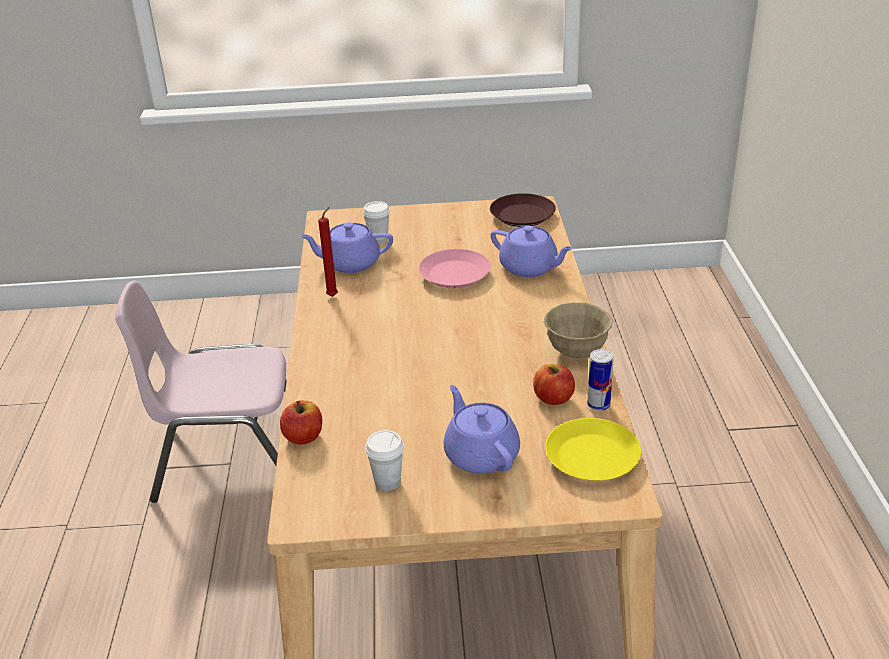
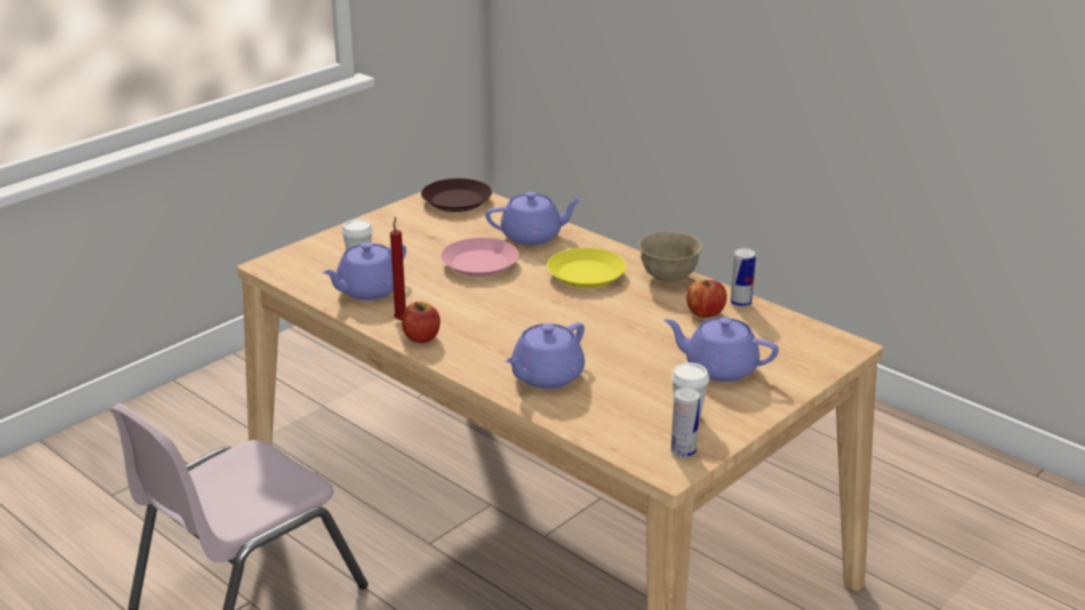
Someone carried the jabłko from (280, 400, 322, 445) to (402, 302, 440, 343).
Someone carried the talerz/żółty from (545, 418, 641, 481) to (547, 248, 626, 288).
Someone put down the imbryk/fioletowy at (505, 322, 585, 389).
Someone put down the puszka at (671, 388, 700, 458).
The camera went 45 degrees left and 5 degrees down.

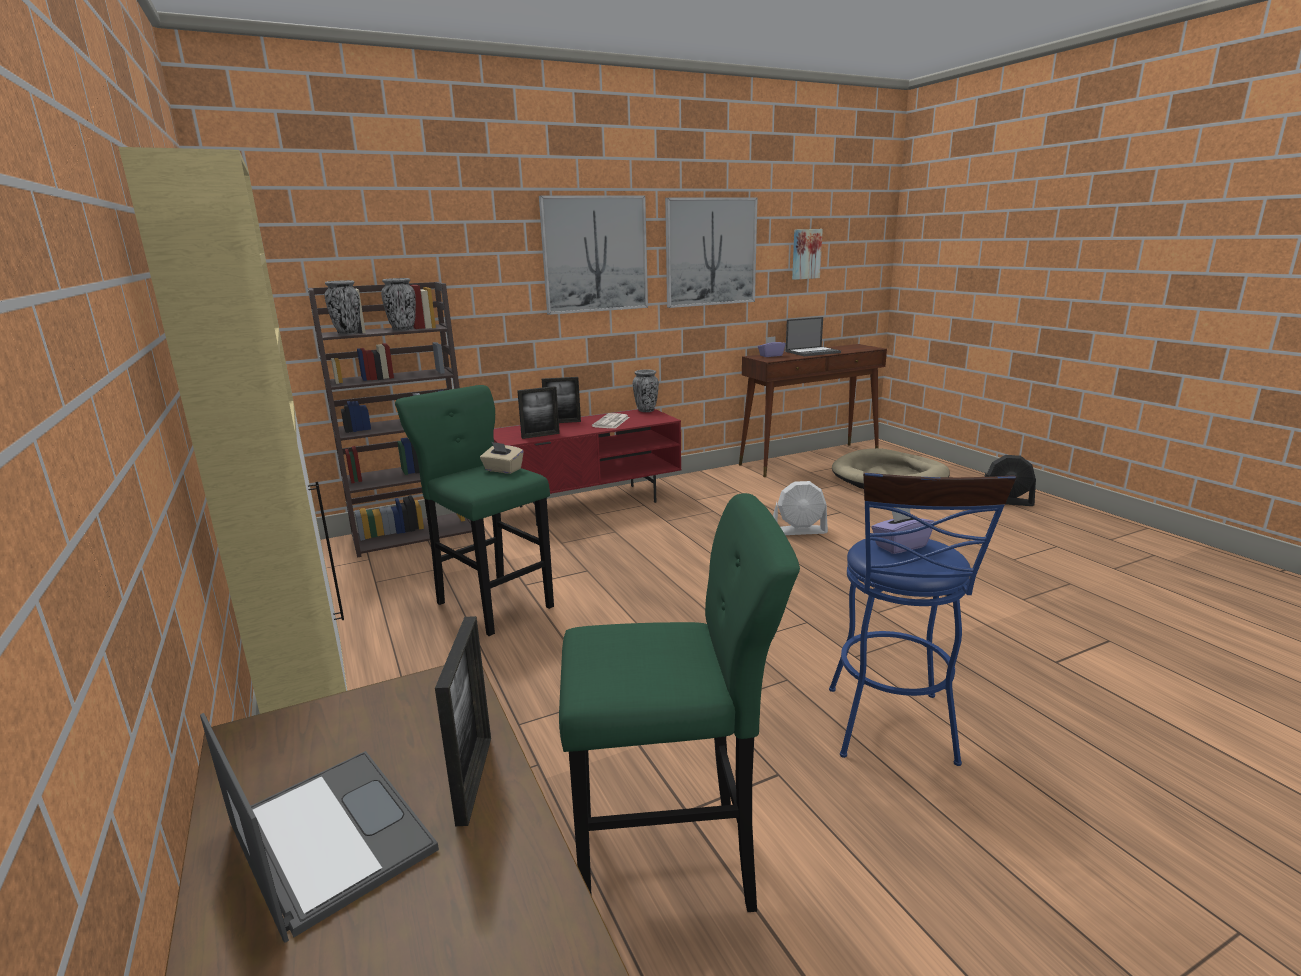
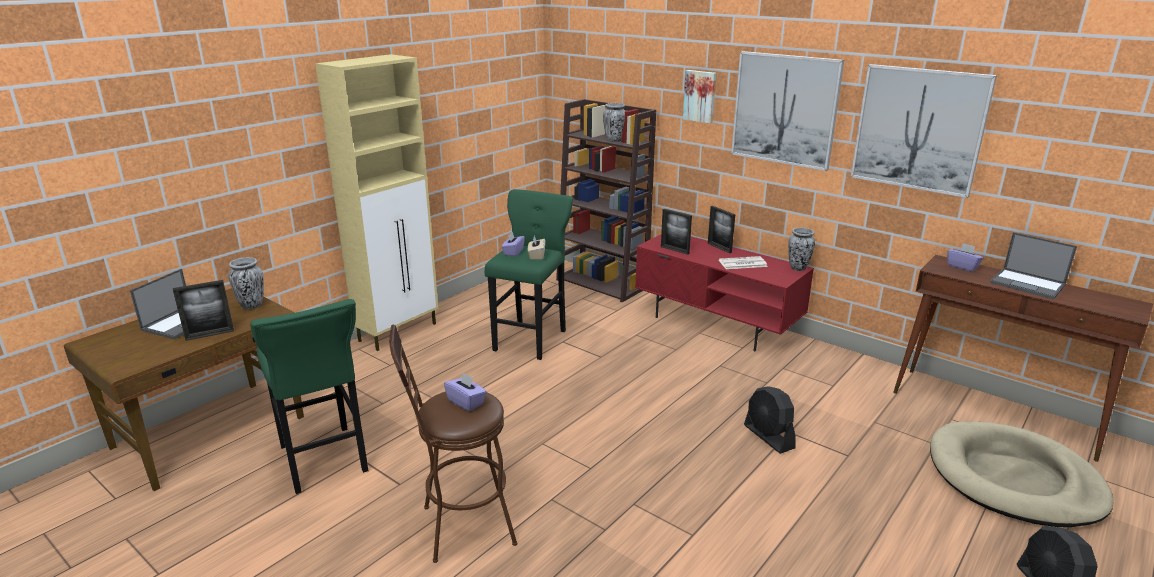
Someone carried the obraz from (792, 229, 823, 280) to (683, 70, 716, 124).
Someone carried the wazon from (324, 280, 360, 335) to (228, 257, 264, 310).
Someone repainted the stołek/niebieski at (829, 472, 1016, 766), which became the stołek/brązowy at (390, 325, 517, 563).
Someone repainted the wentylator/biały at (773, 481, 828, 535), which became the wentylator/czarny at (744, 386, 796, 454).
Someone put down the pudełko chusteczek/fioletowy at (501, 231, 525, 256).
The camera went 65 degrees right and 5 degrees up.

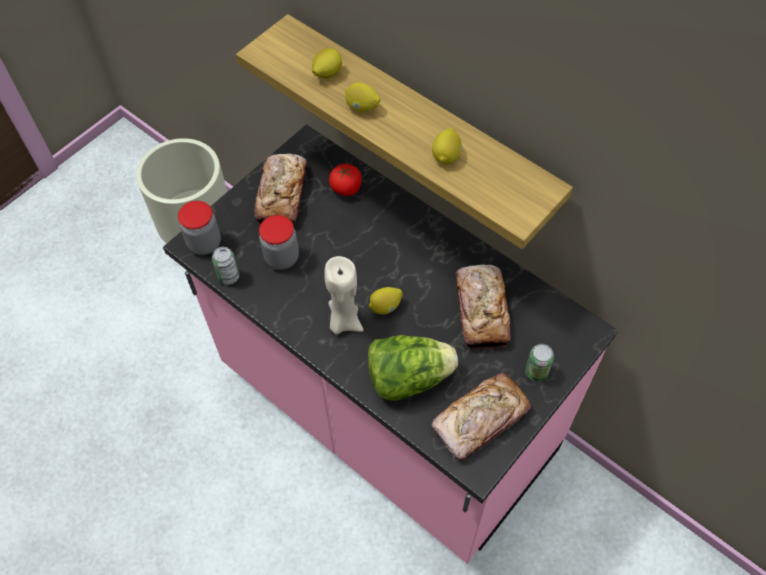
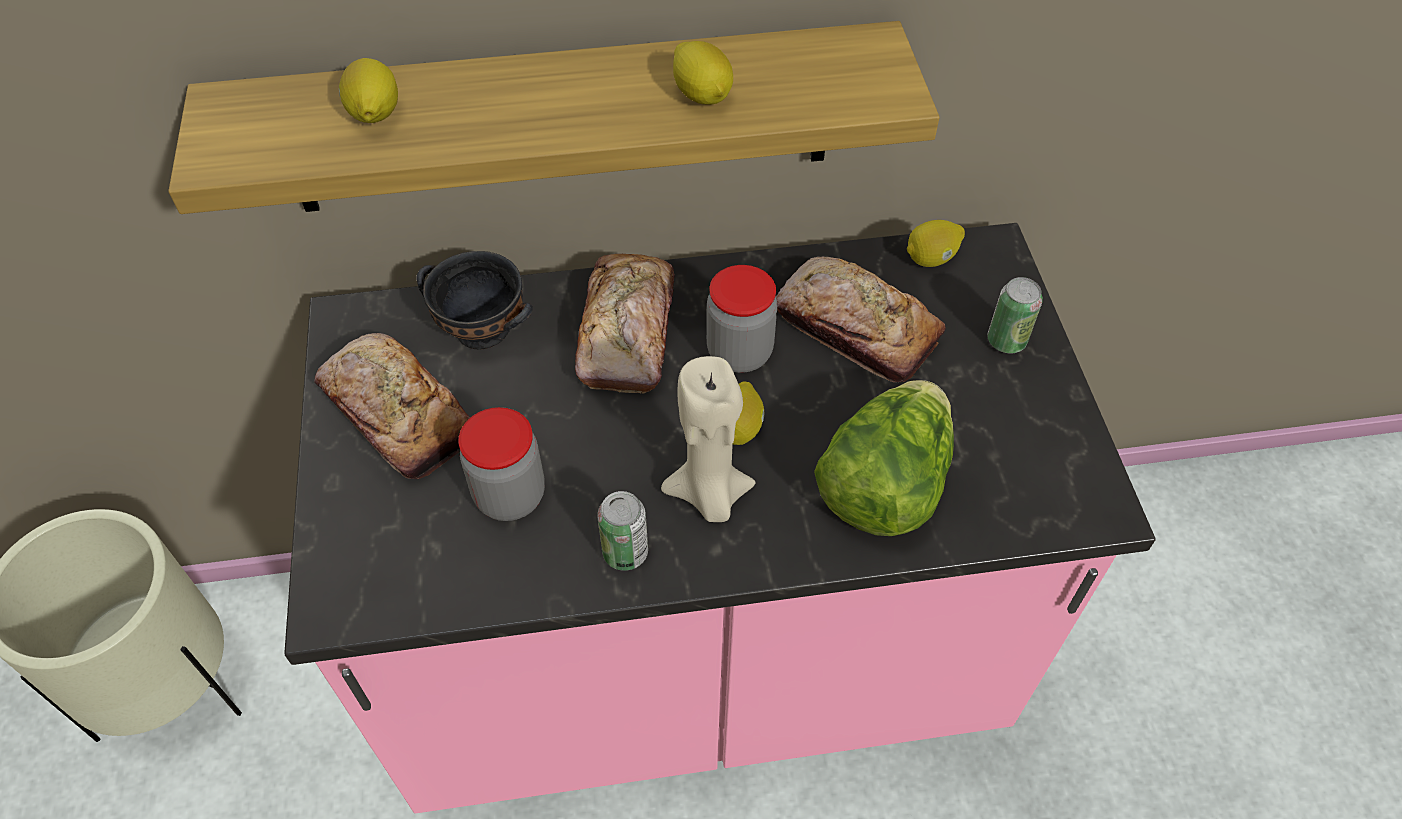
Someone carried the cytryna from (345, 83, 381, 112) to (907, 220, 965, 267).
Someone swapped the pomidor at (329, 164, 361, 196) for the miska/czarny at (416, 251, 533, 349).
Someone carried the słoik from (178, 201, 221, 255) to (707, 265, 777, 373).
Someone carried the puszka from (212, 247, 240, 285) to (597, 491, 648, 571).
Someone carried the chleb from (432, 373, 531, 460) to (575, 254, 675, 393).
The camera went 50 degrees left and 5 degrees down.

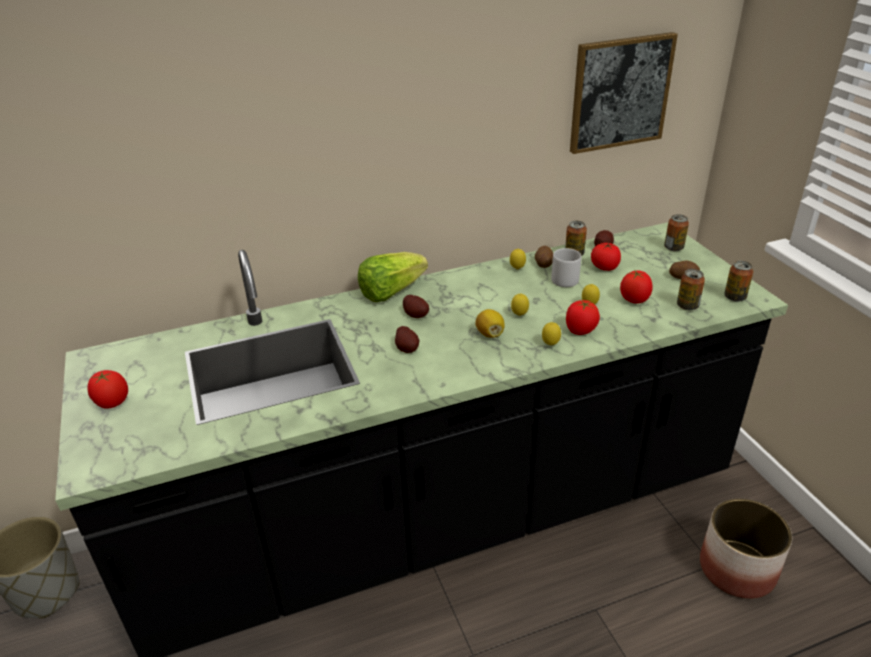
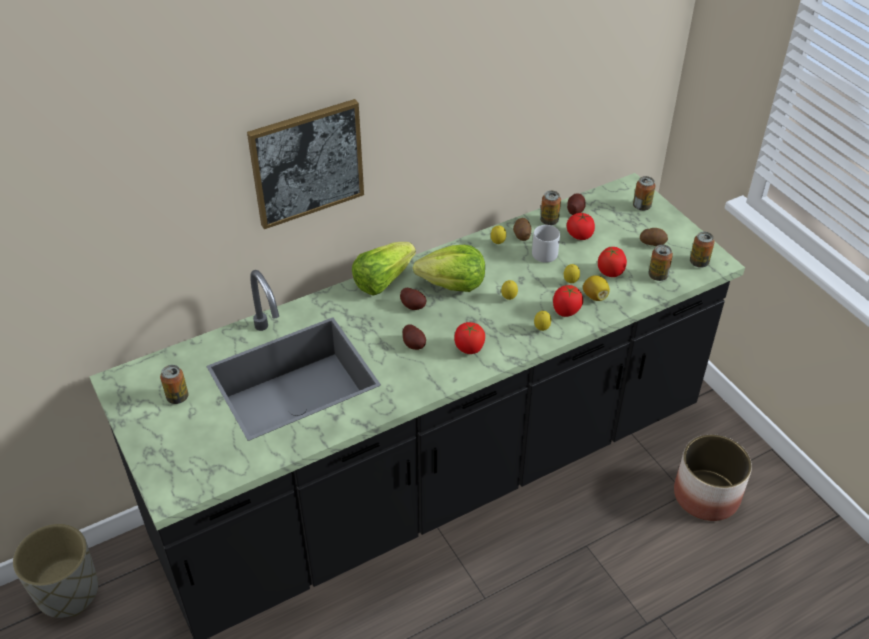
Someone carried the obraz from (570, 32, 678, 154) to (247, 99, 364, 229).
Someone carried the cytryna from (475, 309, 505, 338) to (583, 275, 610, 301).
Someone carried the pomidor from (87, 370, 128, 409) to (454, 322, 485, 354).
Someone put down the sałata at (413, 245, 485, 292).
Someone put down the puszka at (160, 365, 188, 404).
The camera went 10 degrees left and 10 degrees up.

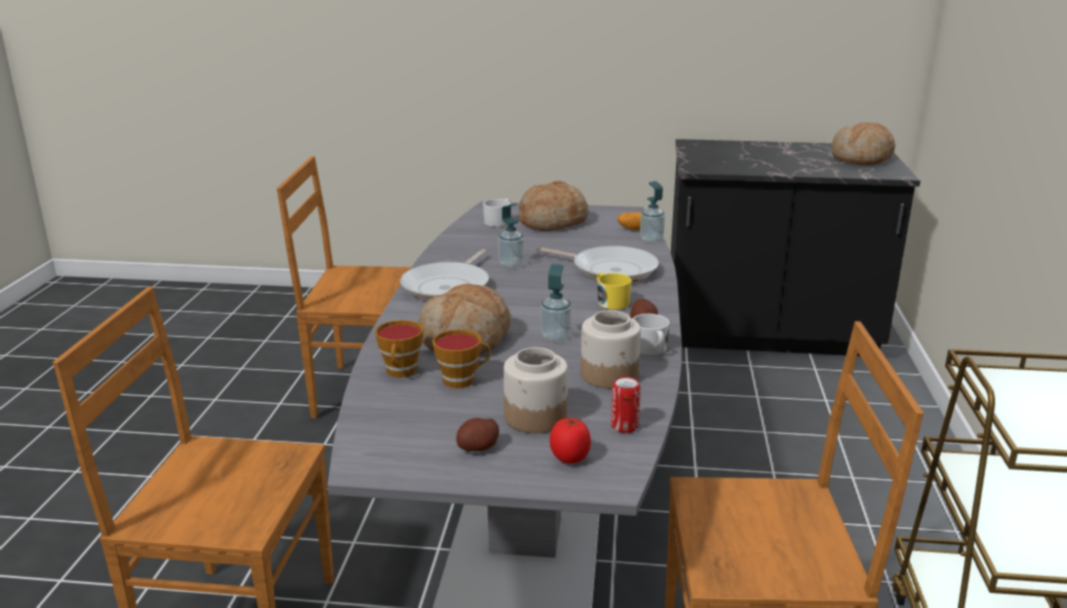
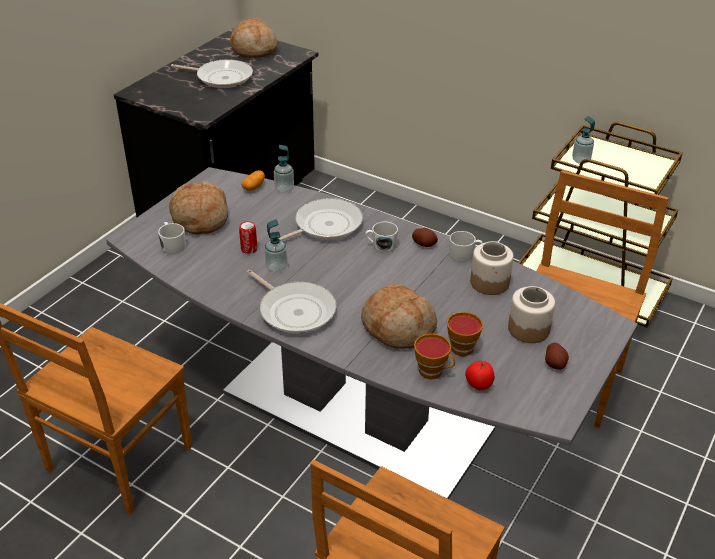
Someone carried the dozownik mydła from (541, 264, 571, 342) to (572, 116, 595, 164).
Someone repainted the kubek/żółty at (597, 273, 632, 310), which became the kubek/biały at (365, 222, 398, 252).
Someone carried the puszka from (611, 377, 641, 433) to (239, 221, 257, 254).
Someone carried the pomidor from (550, 418, 591, 464) to (466, 360, 495, 390).
Someone put down the patelnia at (171, 59, 253, 88).
The camera went 65 degrees left and 15 degrees up.

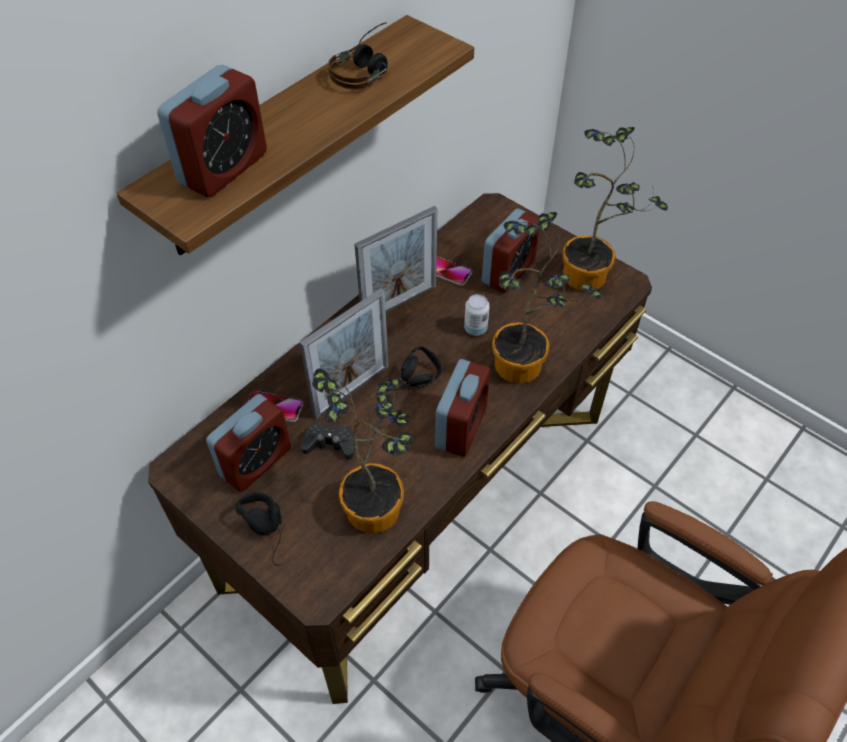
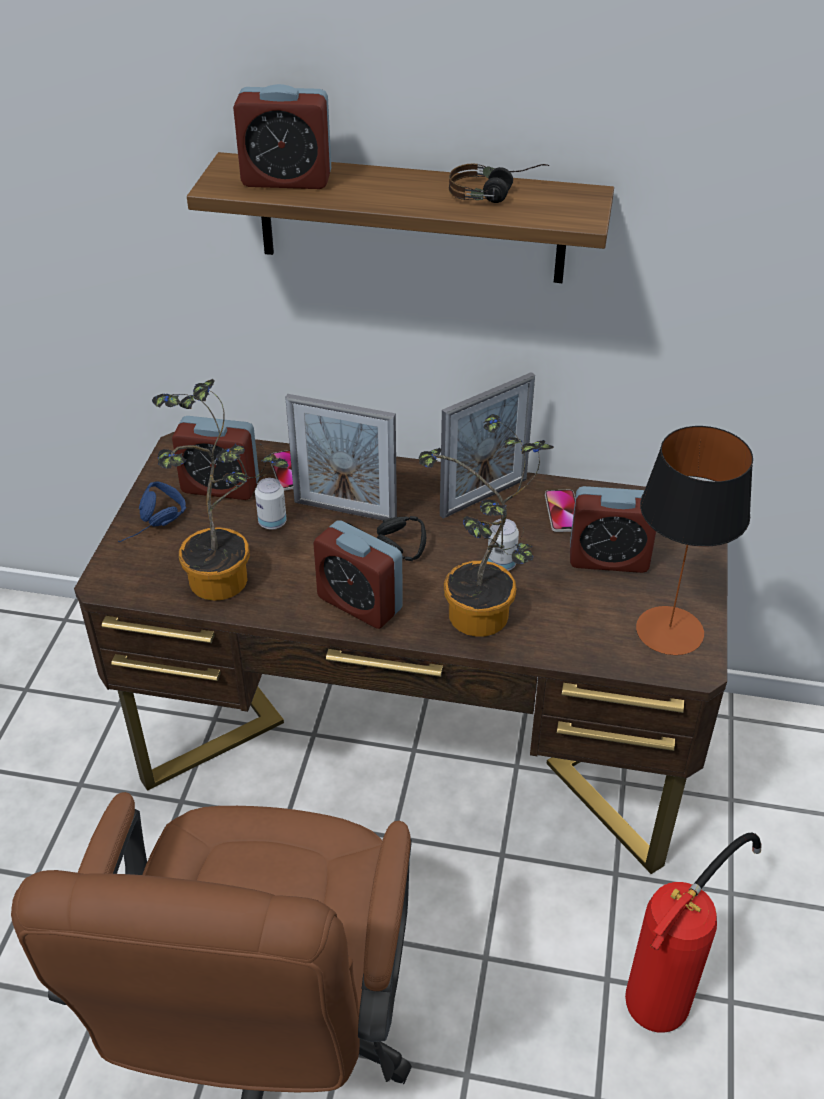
Someone swapped the roślina doniczkowa at (562, 127, 668, 291) for the lampa stołowa at (636, 426, 753, 655).
Someone rotated the ramka na zdjęcie at (354, 206, 437, 313) by 60 degrees counterclockwise.
Someone rotated the budzik at (435, 359, 490, 457) by 45 degrees clockwise.
Someone swapped the pad do gier/czarny at (300, 422, 354, 459) for the puszka at (255, 478, 287, 530).
Someone repainted the słuchawki/czarny at (236, 492, 282, 566), which became the słuchawki/niebieski at (118, 481, 186, 542).
Someone put down the gaśnica at (625, 833, 762, 1033).
The camera went 60 degrees right and 10 degrees down.

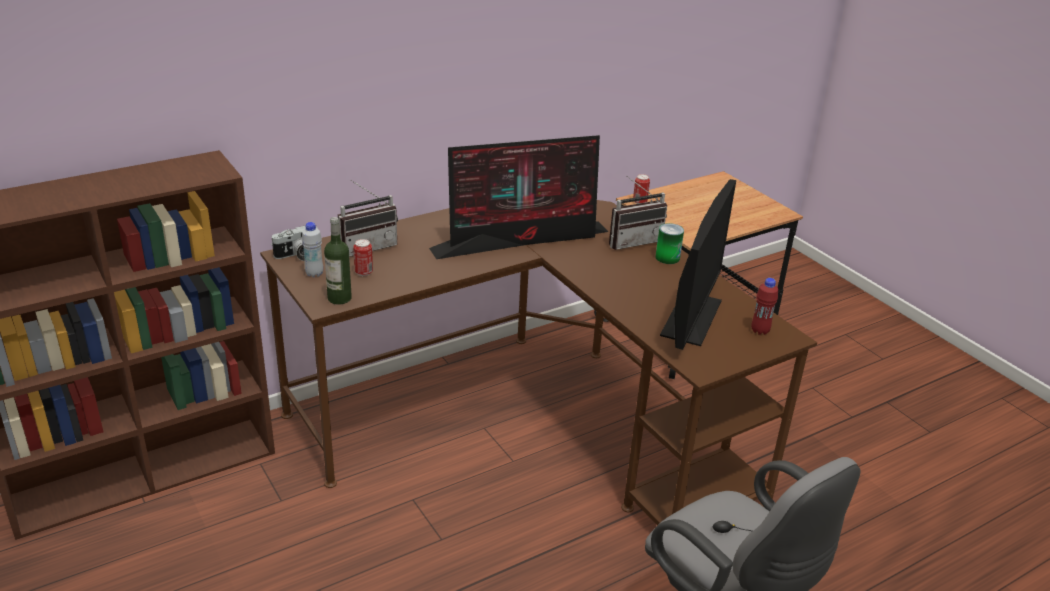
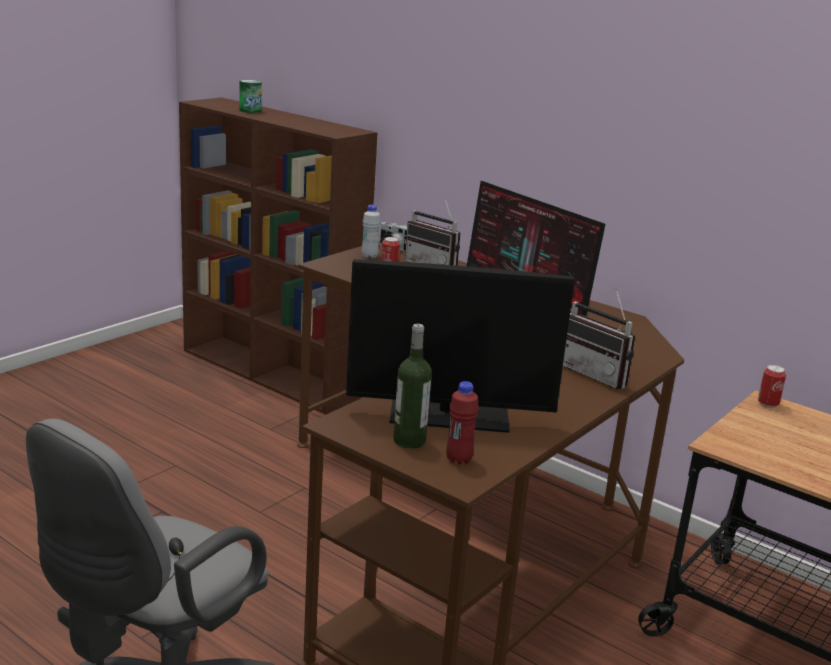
Someone carried the butelka from (324, 217, 352, 305) to (393, 324, 432, 449).
Someone carried the puszka from (655, 223, 684, 264) to (239, 80, 262, 113).
The camera went 70 degrees right and 10 degrees down.

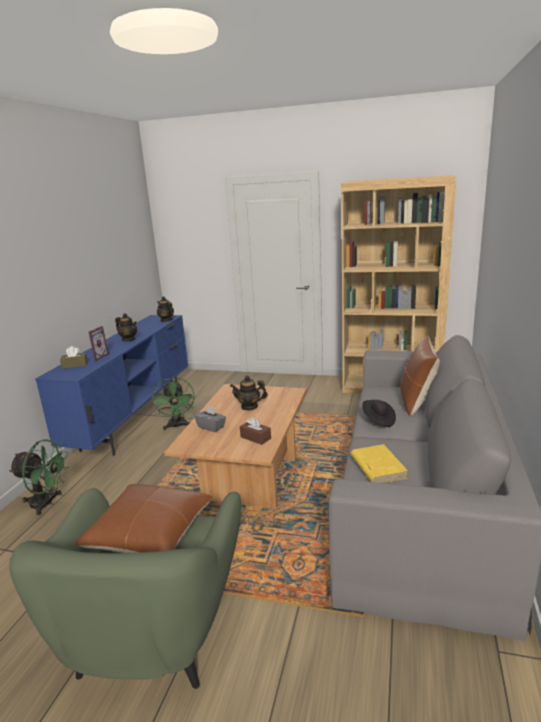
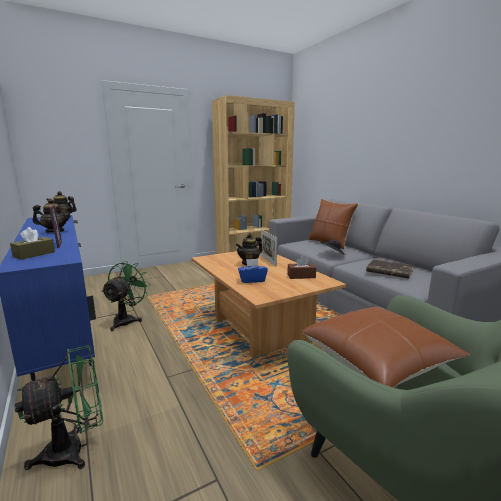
Someone rotated the wentylator/zielony at (152, 377, 195, 430) by 105 degrees counterclockwise.
Someone repainted the pudełko chusteczek/szary at (194, 405, 226, 432), which became the pudełko chusteczek/niebieski at (238, 259, 268, 283).
Someone repainted the książka/żółty at (351, 444, 408, 483), which became the książka/brązowy at (366, 259, 413, 279).
Someone put down the ramka na zdjęcie at (261, 230, 277, 266).
The camera went 45 degrees left and 5 degrees down.

